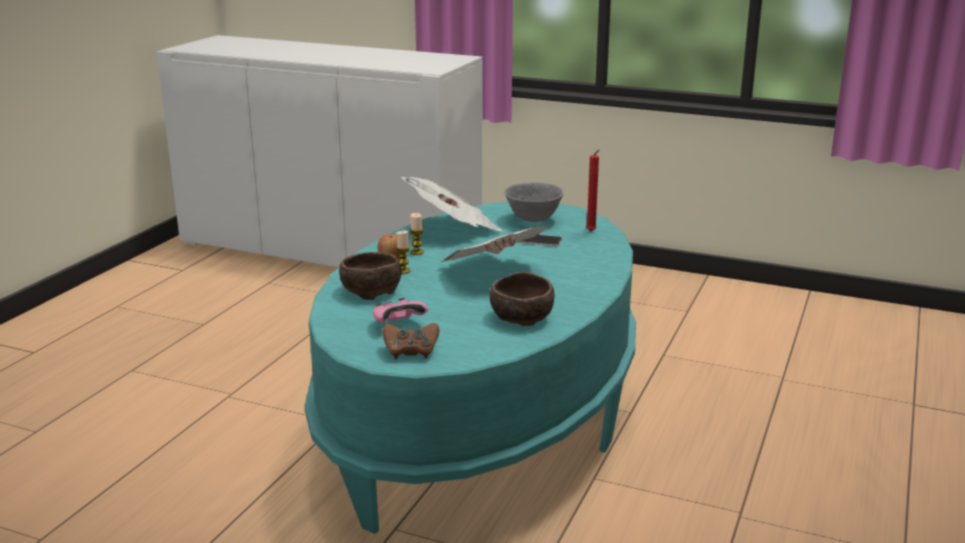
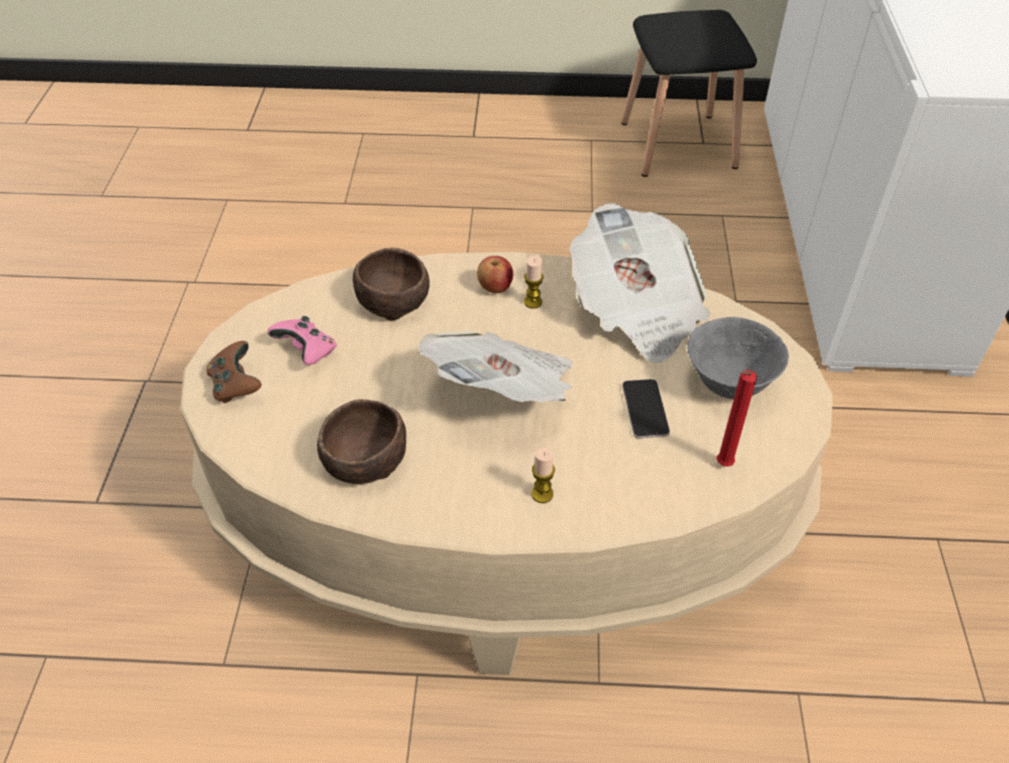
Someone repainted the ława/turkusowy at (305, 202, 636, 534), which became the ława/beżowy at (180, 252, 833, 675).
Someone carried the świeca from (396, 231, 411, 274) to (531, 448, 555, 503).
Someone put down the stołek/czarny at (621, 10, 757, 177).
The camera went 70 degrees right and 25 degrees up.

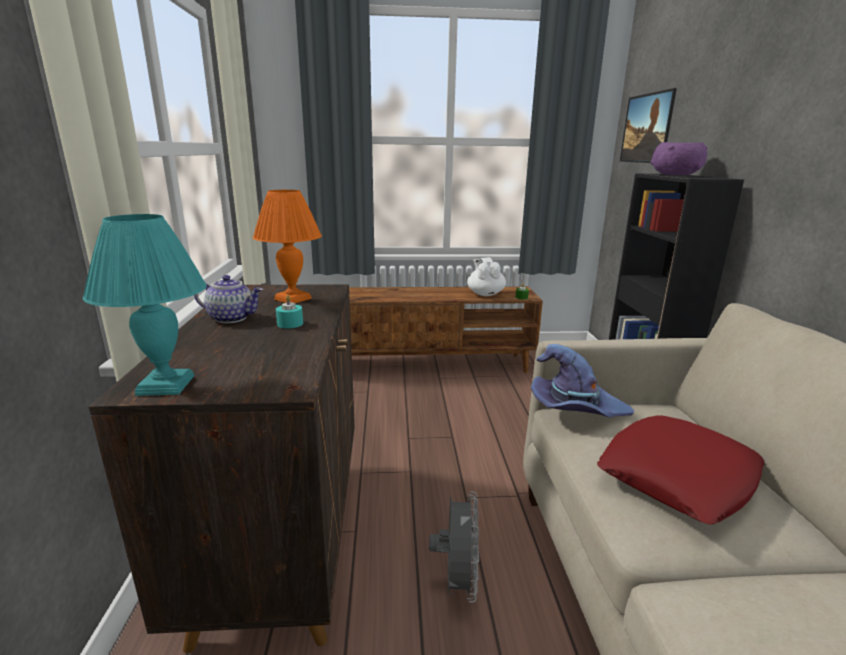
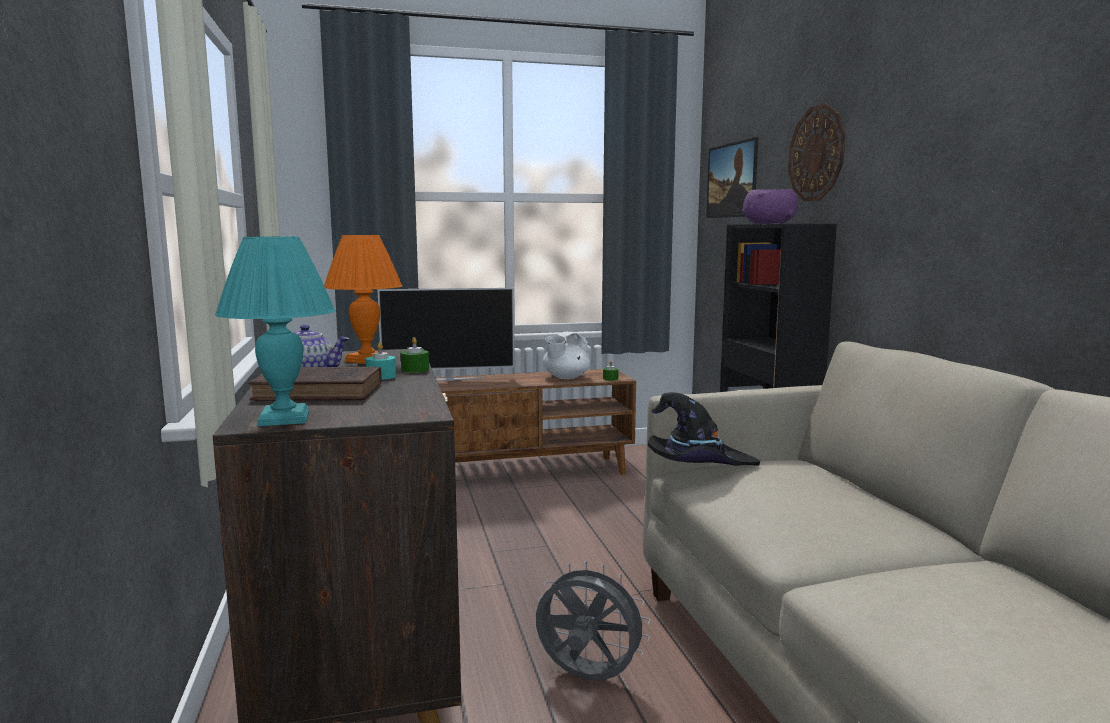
Someone rotated the imbryk/biały at (467, 257, 506, 296) by 120 degrees counterclockwise.
Someone repainted the kapelusz/fioletowy at (531, 344, 635, 417), which became the kapelusz/czarny at (648, 392, 760, 466).
Someone took away the poduszka/czerwony at (597, 415, 764, 525).
Someone rotated the wentylator/szary at (429, 491, 479, 603) by 60 degrees counterclockwise.
Someone put up the zegar ścienny at (788, 103, 846, 201).
Someone put down the telewizor at (377, 288, 515, 381).
Someone put down the świeca/zielony at (401, 337, 429, 373).
Someone put down the książka/brązowy at (249, 367, 382, 400).
The camera went 10 degrees left and 10 degrees down.

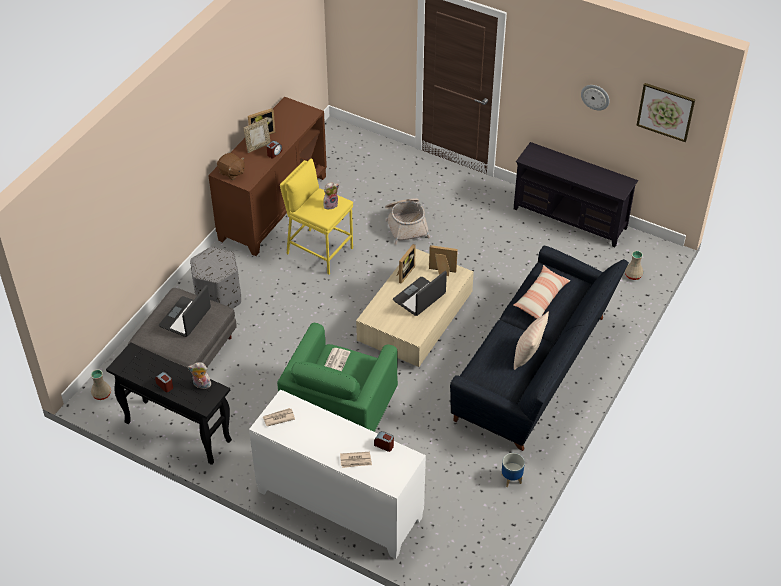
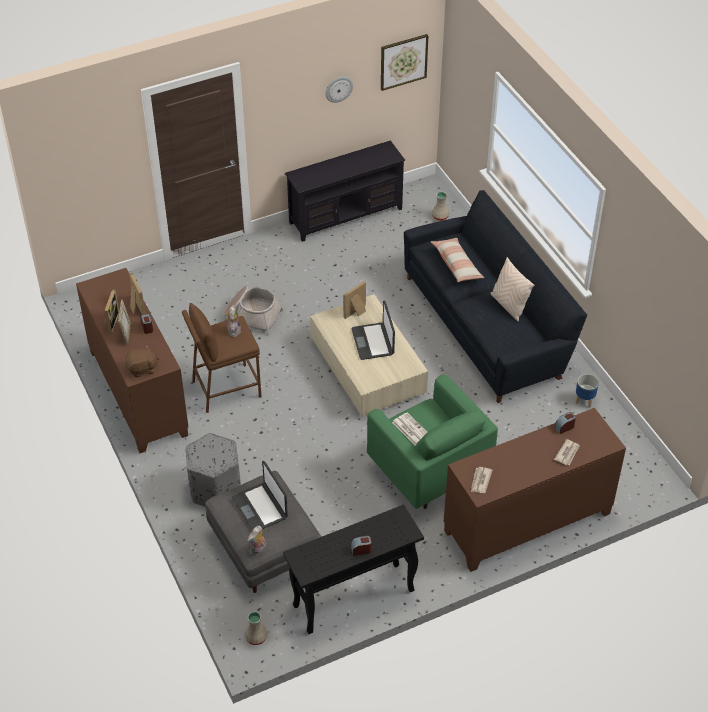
Someone repainted the stołek/żółty at (280, 158, 353, 275), which became the stołek/brązowy at (182, 303, 262, 413).
Someone carried the ramka na zdjęcie from (397, 244, 416, 284) to (129, 273, 146, 315).
Someone carried the pluszak from (188, 362, 211, 389) to (247, 526, 266, 556).
Someone repainted the szafka/biały at (249, 389, 426, 559), which became the szafka/brązowy at (444, 408, 626, 572).
The camera went 55 degrees left and 0 degrees up.

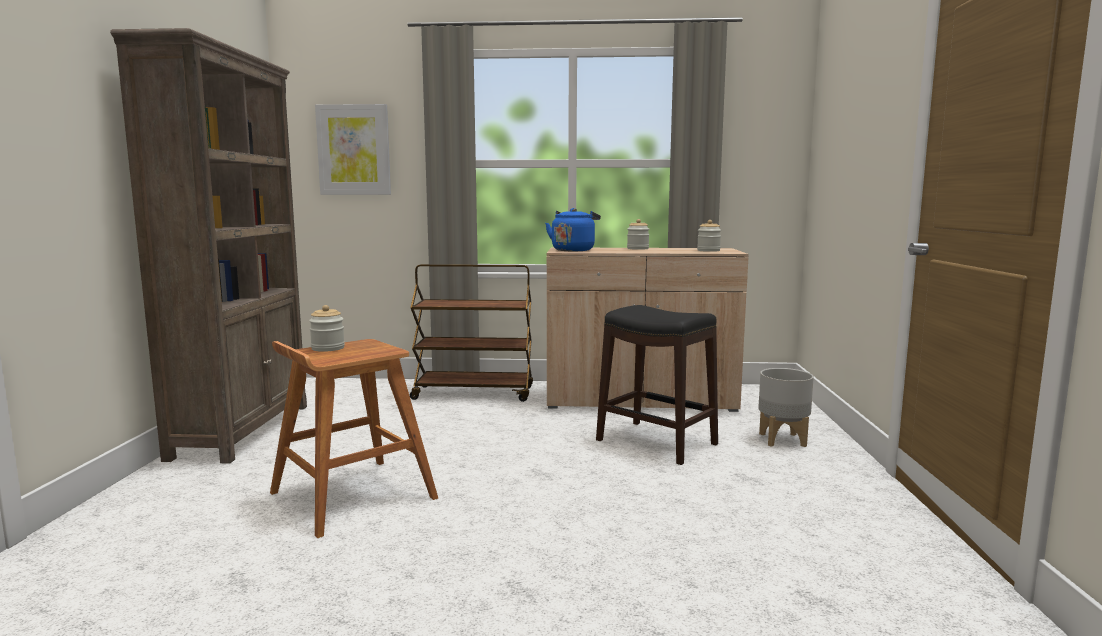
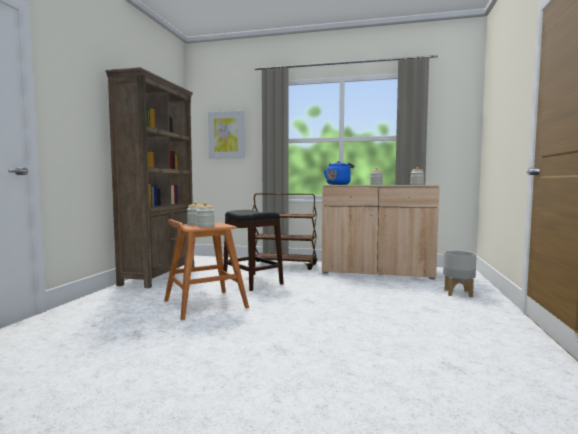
Someone carried the stołek/czarny from (596, 305, 718, 465) to (223, 210, 284, 291).
Someone put down the słoik at (196, 202, 215, 227).
The camera went 10 degrees right and 5 degrees down.

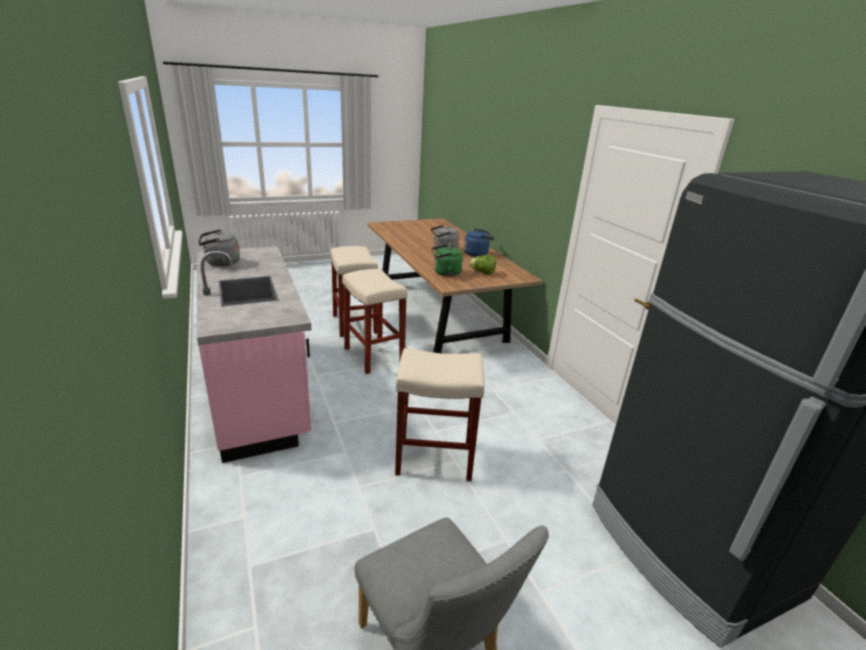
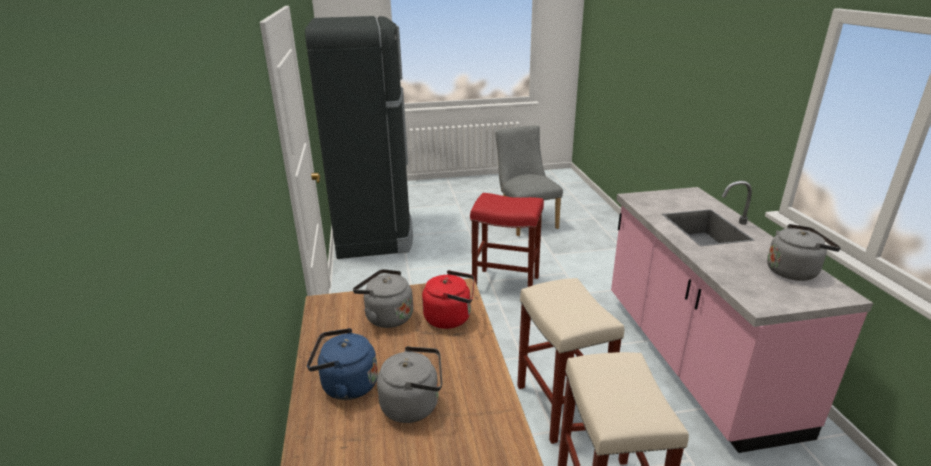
Someone repainted the czajnik/zielony at (432, 244, 463, 277), which became the czajnik/czerwony at (422, 270, 475, 329).
Someone swapped the sałata at (469, 255, 496, 275) for the czajnik/szary at (353, 269, 413, 328).
Someone repainted the stołek/beżowy at (395, 348, 484, 481), which became the stołek/czerwony at (470, 193, 544, 287).
The camera went 165 degrees left and 0 degrees up.

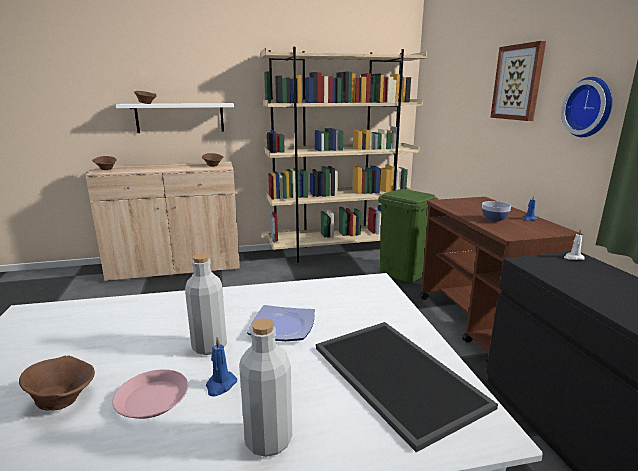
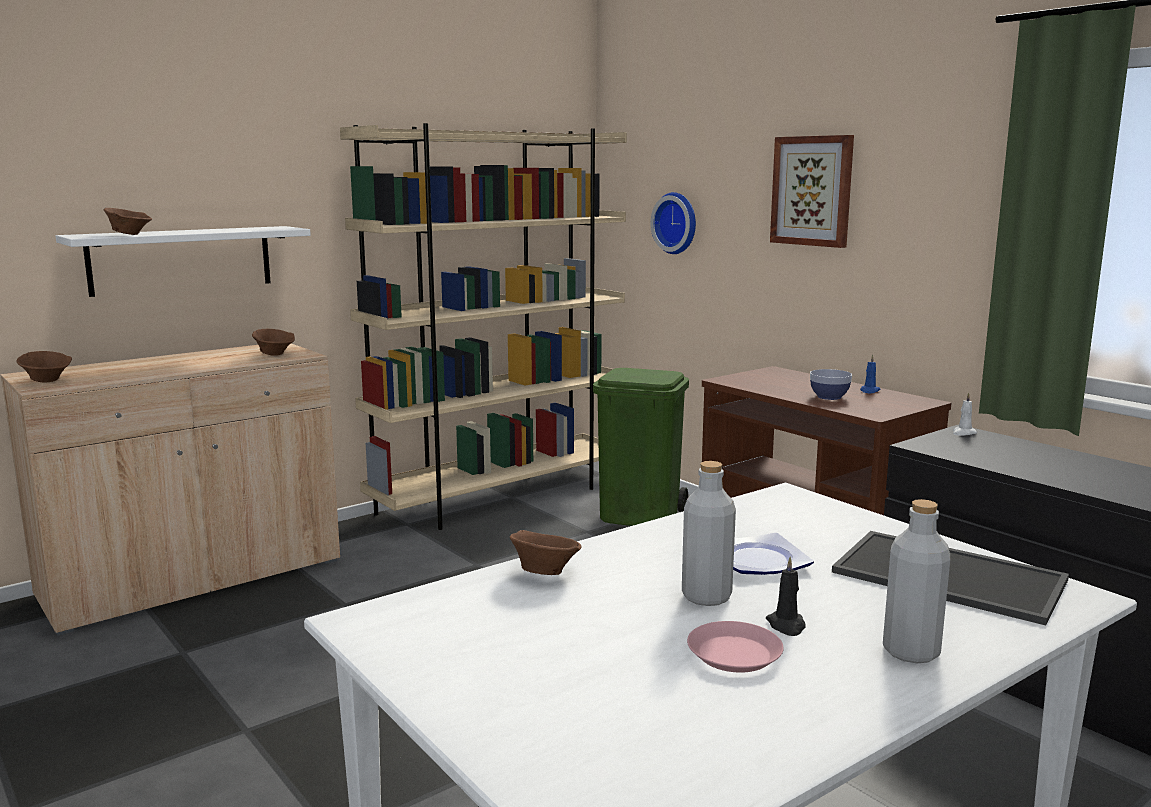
Someone carried the zegar ścienny from (561, 77, 613, 137) to (651, 192, 696, 254).
Someone repainted the świeca/niebieski at (206, 337, 237, 396), which became the świeca/czarny at (766, 557, 805, 636).
Someone carried the miska/brązowy from (19, 355, 95, 410) to (510, 530, 581, 575).
The camera went 25 degrees left and 5 degrees down.

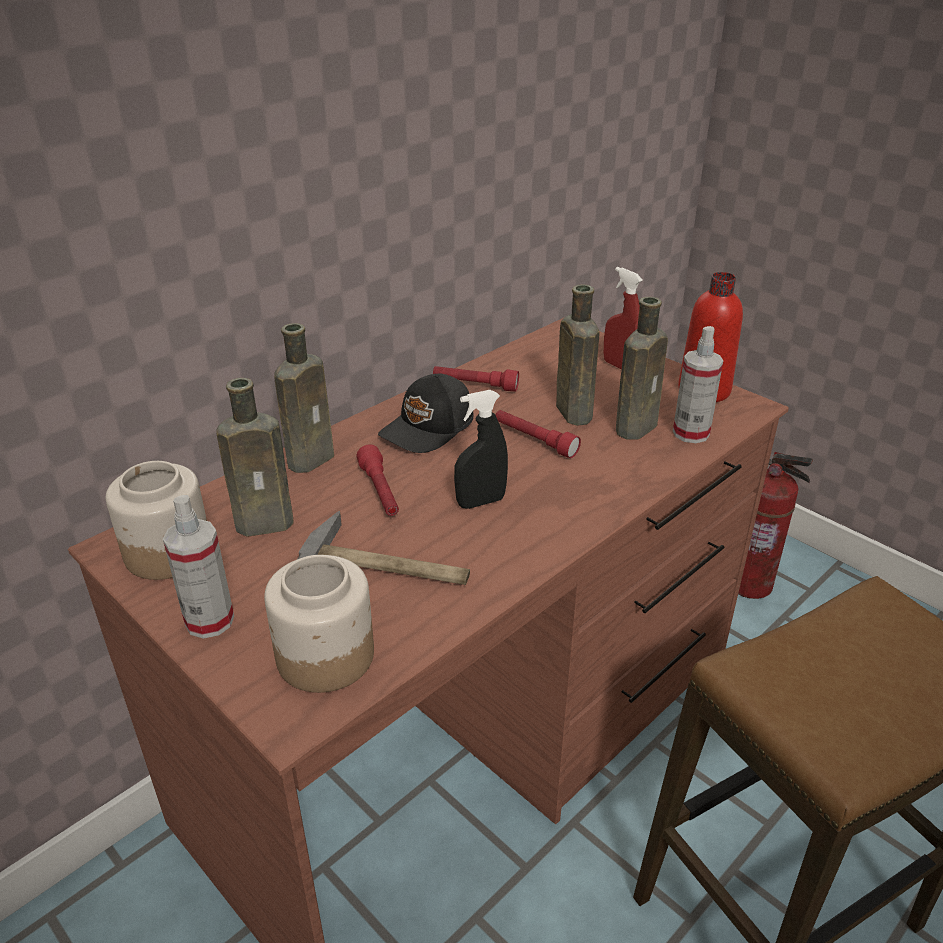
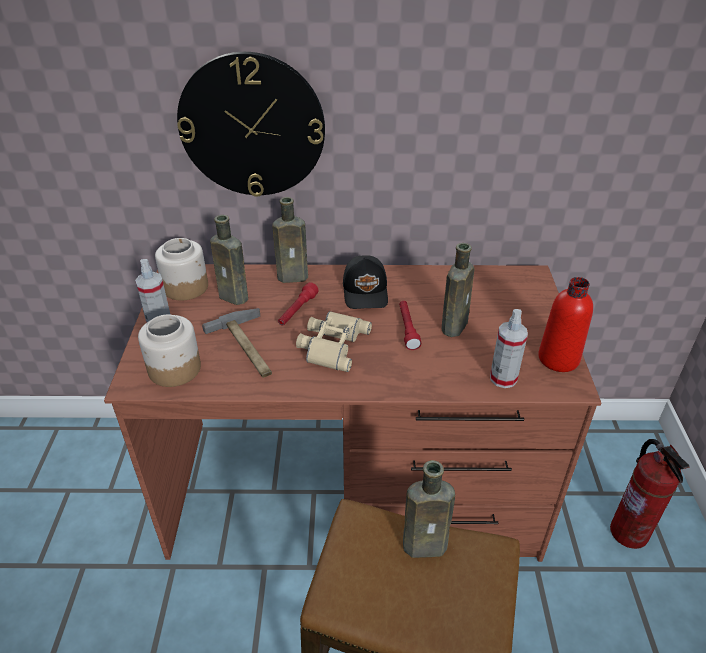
Someone took away the spryskiwacz/czerwony at (604, 267, 643, 369).
Someone carried the butelka/brązowy from (616, 297, 668, 440) to (403, 460, 455, 558).
Someone took away the latarka/czerwony at (433, 366, 519, 392).
Someone rotated the czapka z daszkiem/czarny at (378, 374, 473, 453) by 90 degrees counterclockwise.
Someone swapped the spryskiwacz/czarny at (454, 390, 508, 509) for the lornetka/beżowy at (296, 311, 372, 372).
Someone put up the zegar ścienny at (177, 52, 325, 197).
The camera went 45 degrees right and 5 degrees up.

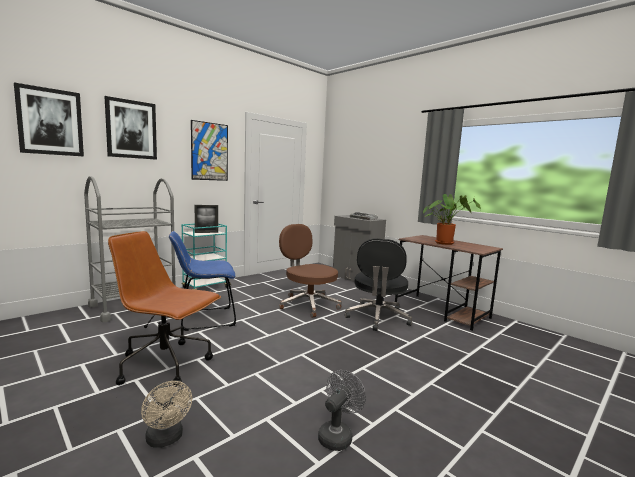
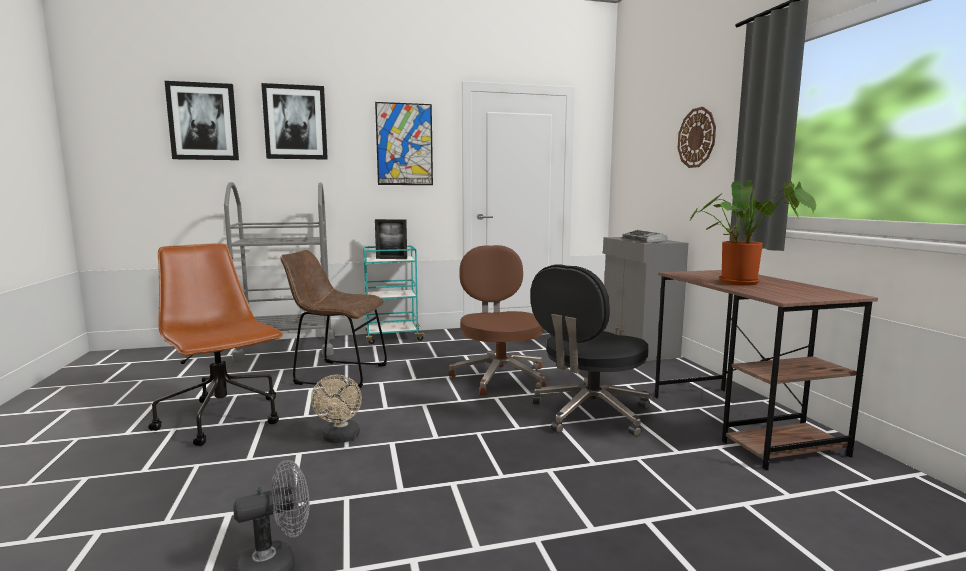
Someone repainted the krzesło/niebieski at (169, 231, 236, 331), which became the krzesło/brązowy at (280, 250, 387, 388).
Someone carried the wentylator/beżowy from (141, 381, 192, 448) to (311, 375, 362, 443).
Someone put up the zegar ścienny at (678, 107, 716, 168).
The camera went 30 degrees right and 0 degrees up.

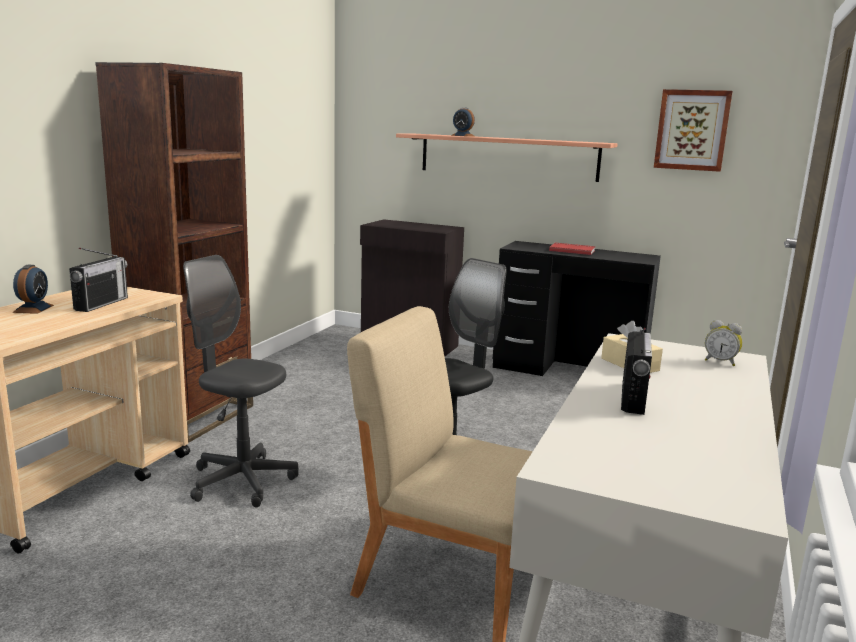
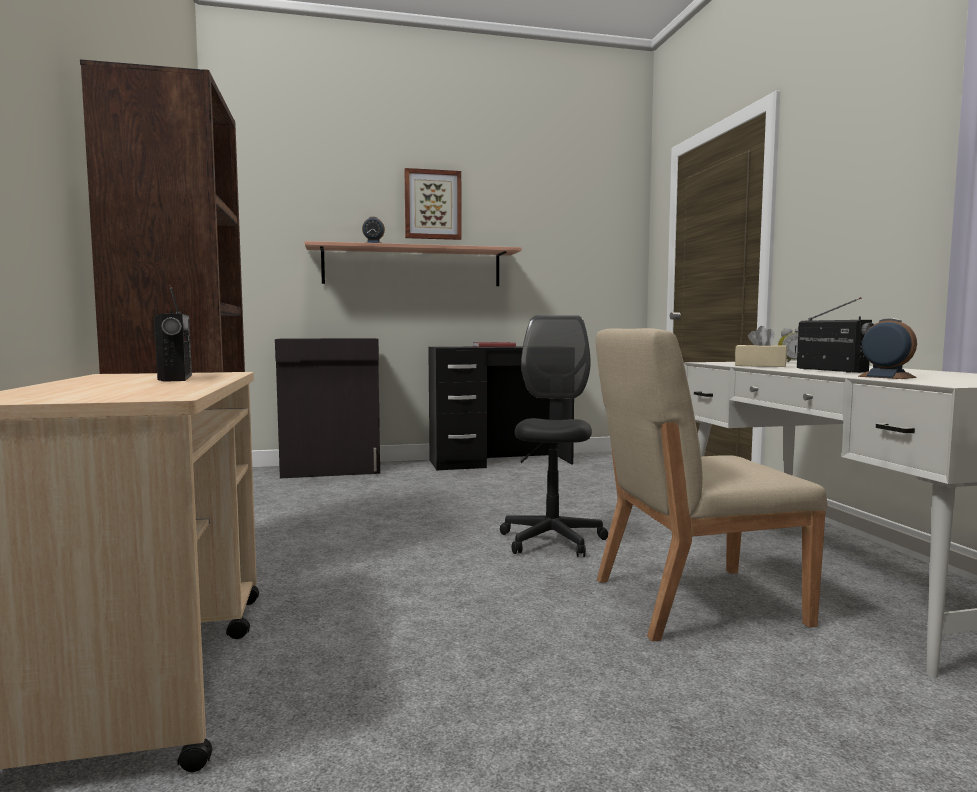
Someone carried the obraz from (654, 89, 733, 172) to (404, 168, 462, 240).
Someone took away the krzesło biurowe/szary at (183, 255, 299, 508).
Someone carried the budzik from (13, 265, 54, 314) to (858, 318, 917, 379).
The camera went 35 degrees left and 10 degrees down.

